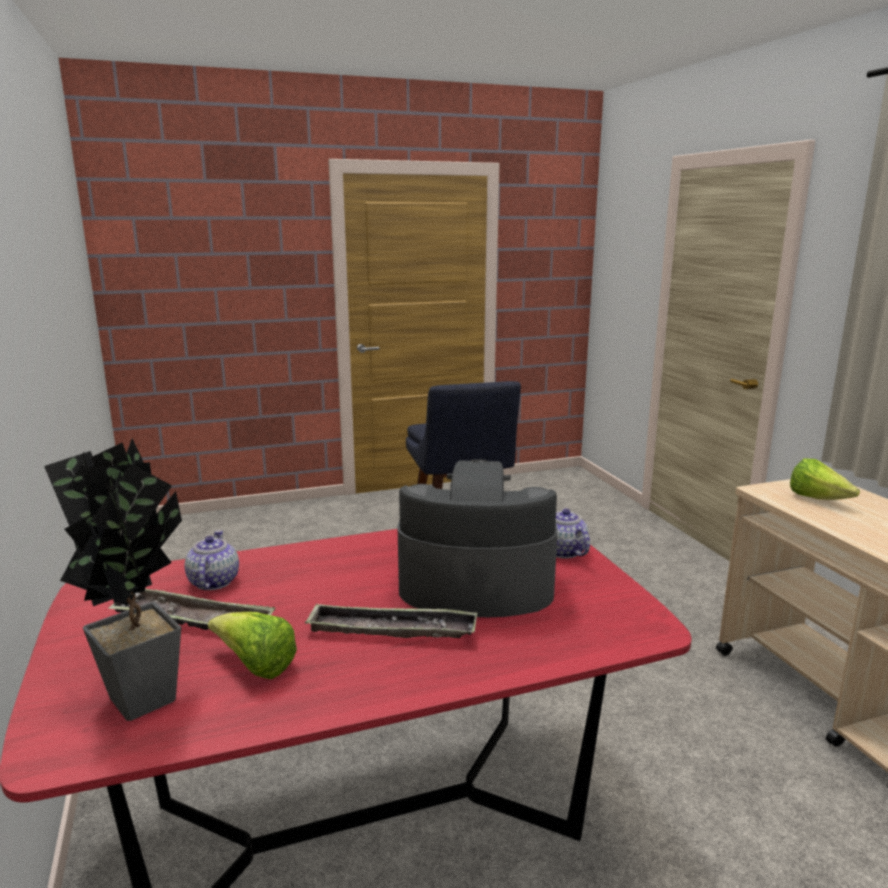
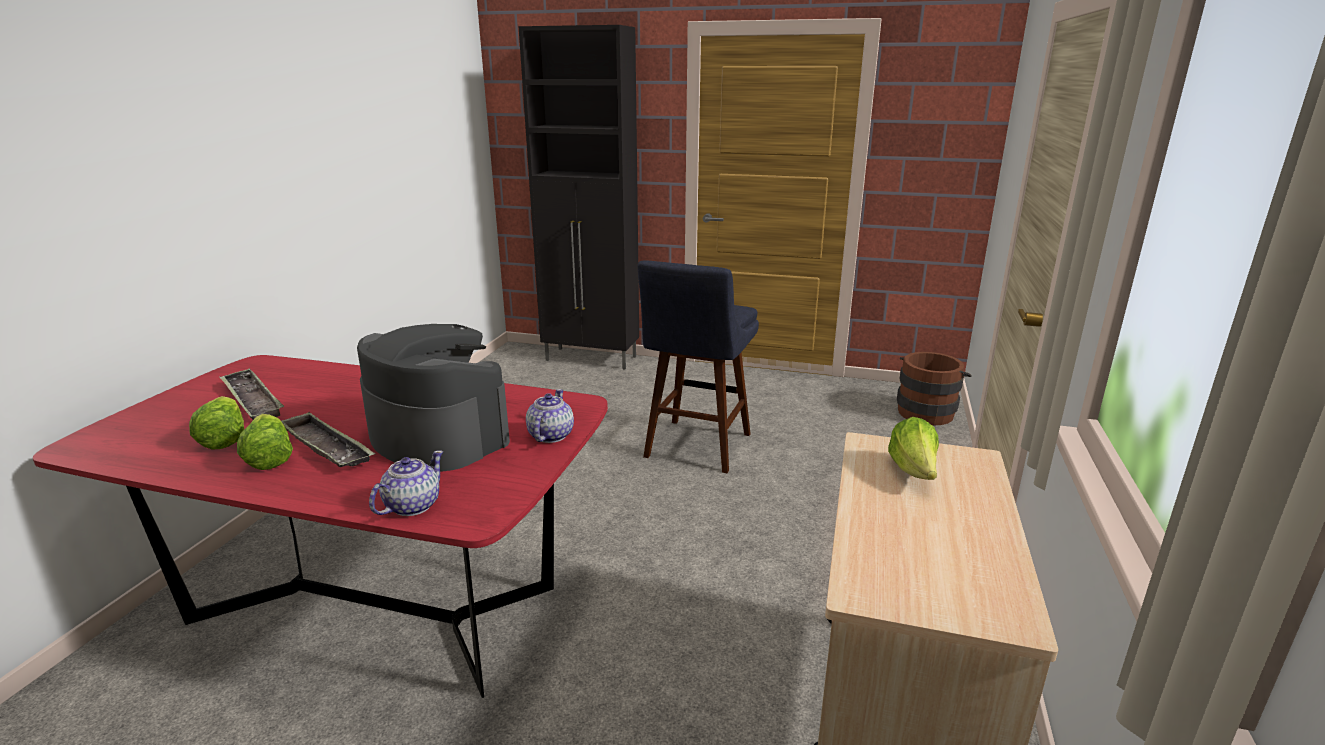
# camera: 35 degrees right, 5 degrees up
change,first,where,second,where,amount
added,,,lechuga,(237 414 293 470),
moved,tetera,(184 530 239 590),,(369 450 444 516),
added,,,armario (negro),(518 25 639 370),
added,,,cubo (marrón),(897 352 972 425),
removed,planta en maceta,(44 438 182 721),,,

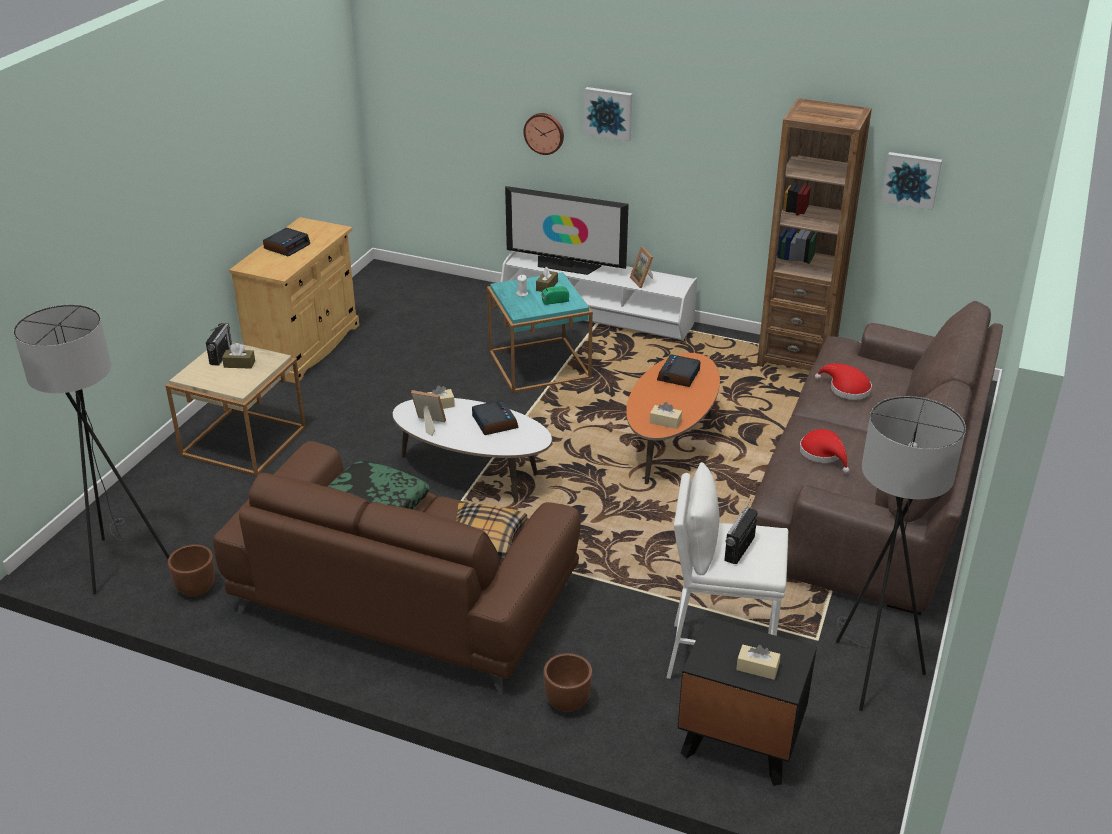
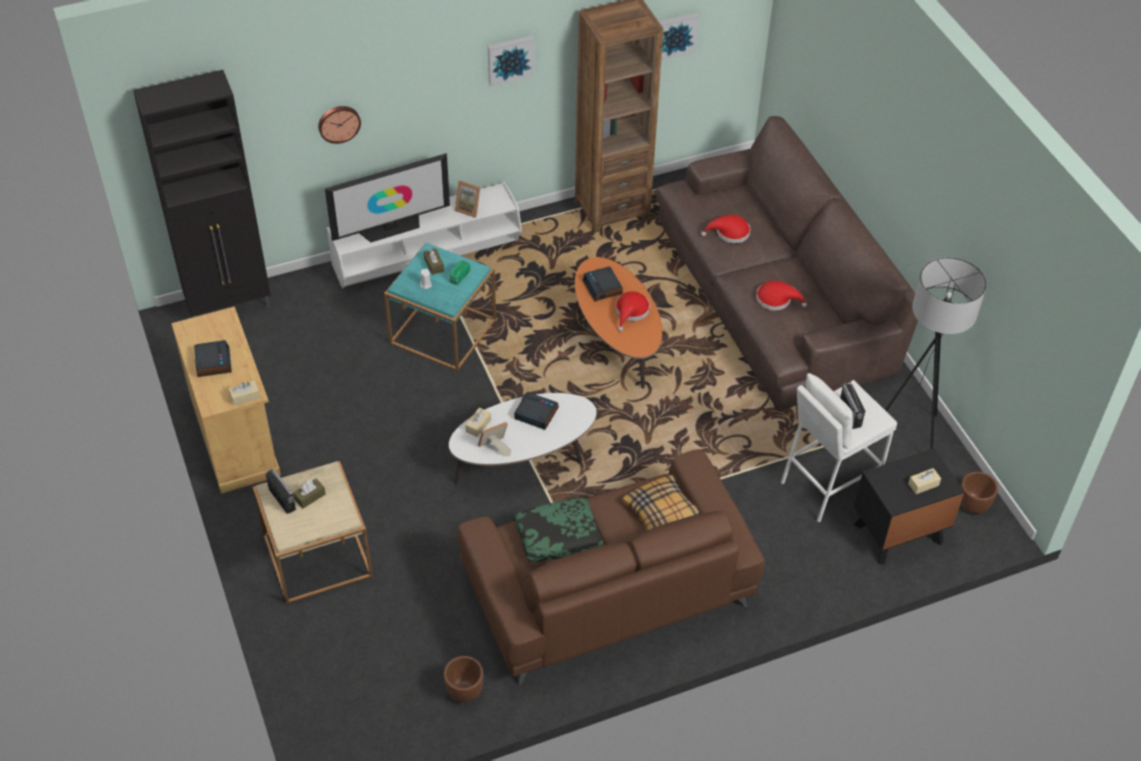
# camera: 45 degrees left, 15 degrees up
change,first,where,second,where,amount
added,,,armario (negro),(133 70 271 317),
moved,caja de pañuelos (beis),(650 402 682 429),,(228 381 260 406),
moved,cuadro,(584 87 632 142),,(488 35 534 87),
added,,,sombrero (rojo),(615 291 650 331),
moved,maceta (marrón),(543 653 592 712),,(961 472 998 514),
removed,lámpara de pie (gris),(13 304 169 595),,,

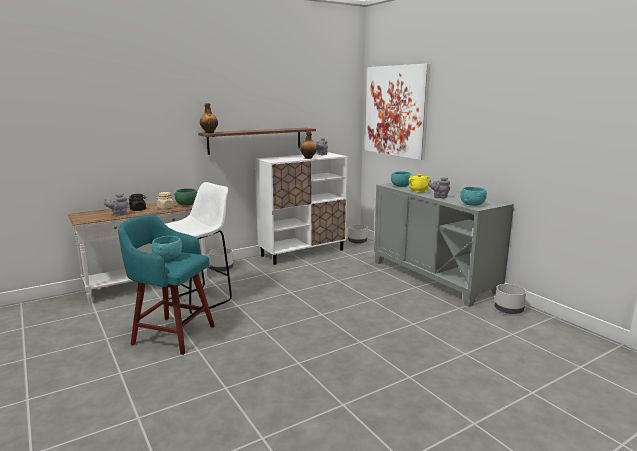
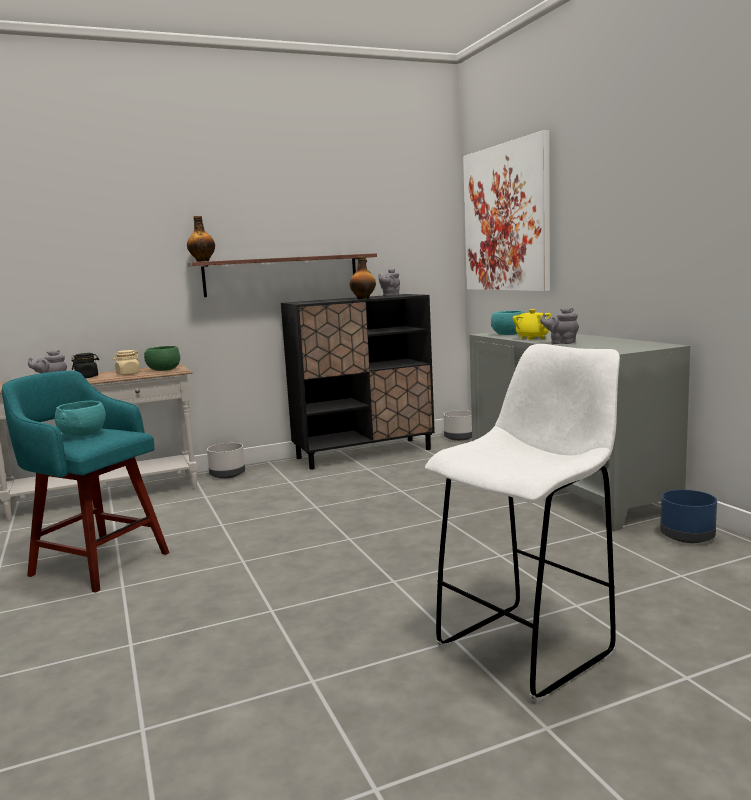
# camera: 10 degrees right, 5 degrees down
change,first,where,second,where,amount
recoloured,armario (blanco),(255 153 348 265),armario (negro),(281 294 435 470),
moved,taburete (blanco),(165 182 232 315),,(425 344 620 703),
recoloured,maceta (gris),(495 284 526 314),maceta (azul),(660 490 717 543),
removed,cuenco (turquesa),(460 187 487 206),,,

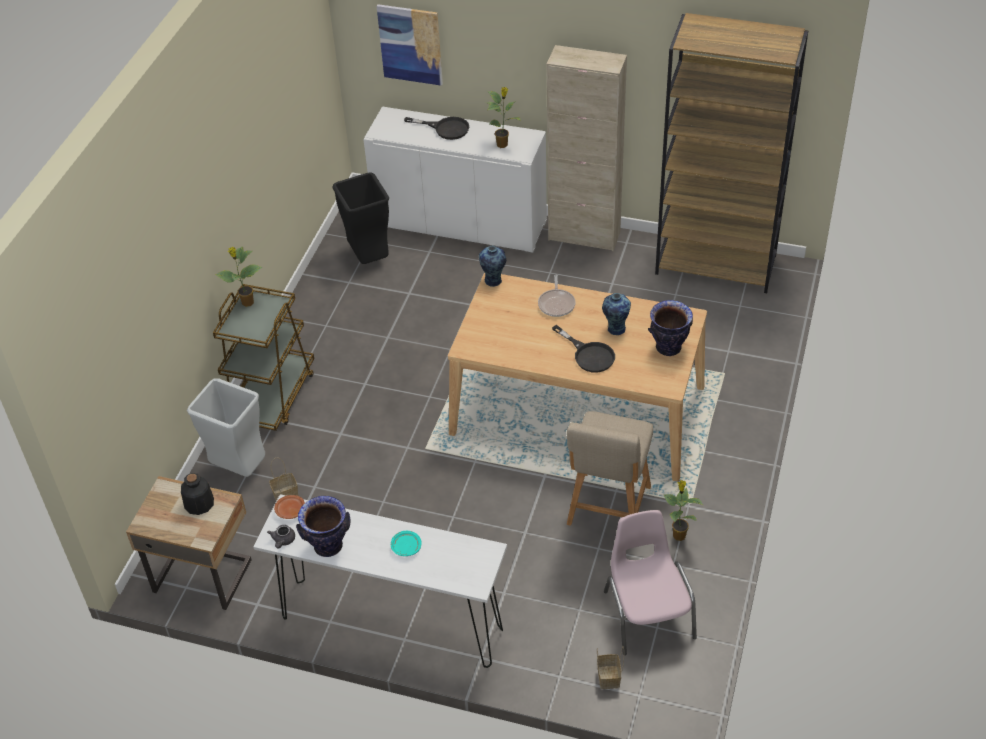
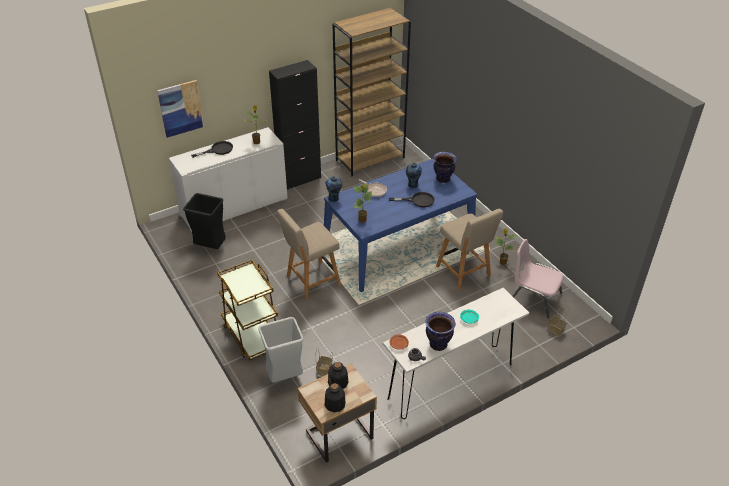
# camera: 50 degrees left, 5 degrees down
change,first,where,second,where,amount
recoloured,armario (beis),(547 45 627 251),armario (negro),(269 60 321 189),
added,,,silla (beis),(277 209 341 299),
recoloured,mesa de comedor (beis),(448 272 707 482),mesa de comedor (azul),(324 158 477 292),
added,,,botella,(325 383 346 412),
moved,planta en maceta,(215 247 262 307),,(354 183 372 223),

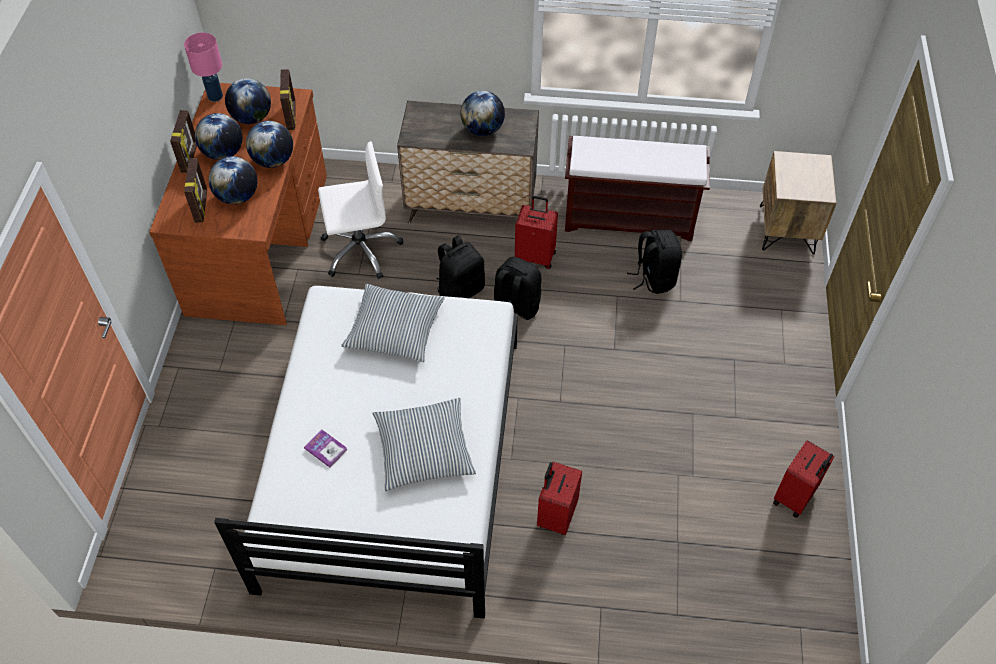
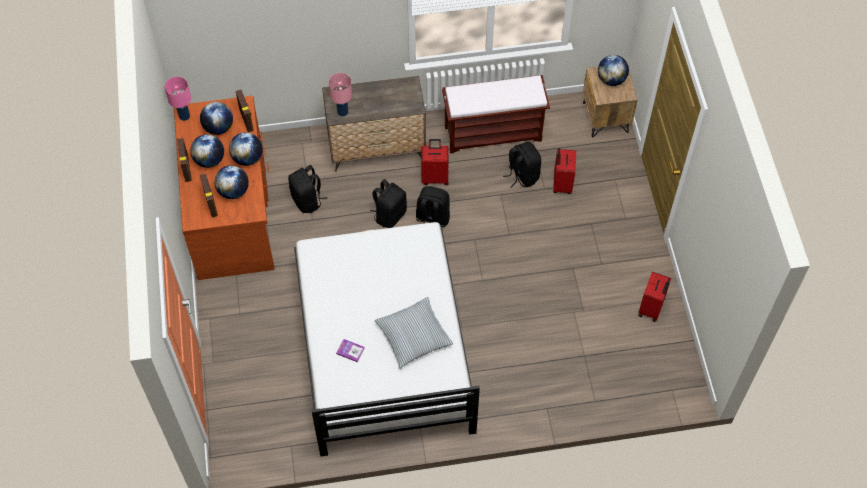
# camera: 15 degrees left, 5 degrees up
change,first,where,second,where,amount
replaced,silla de oficina (blanco),(318 141 403 279),mochila (negro),(288 165 328 213),
added,,,lámpara de mesa (rosa),(328 73 352 117),
moved,maleta (rojo),(537 462 582 535),,(553 148 576 194),
moved,globo terráqueo,(460 91 505 136),,(598 55 629 86),
removed,cojín,(341 284 445 362),,,

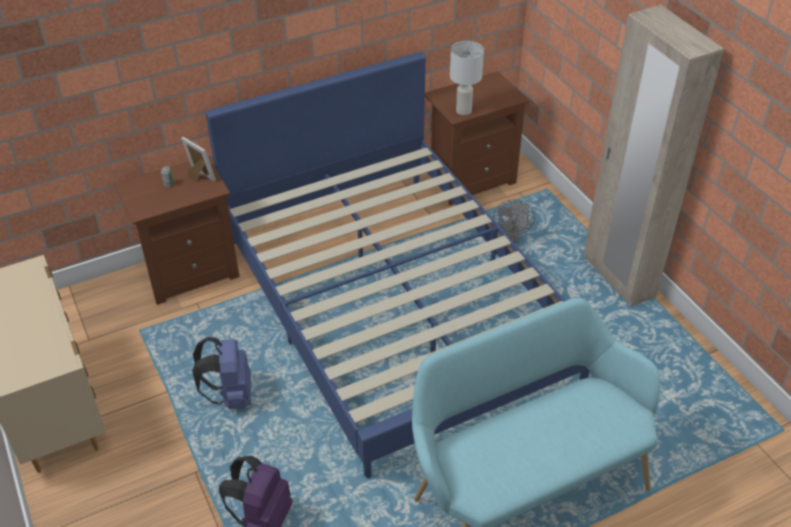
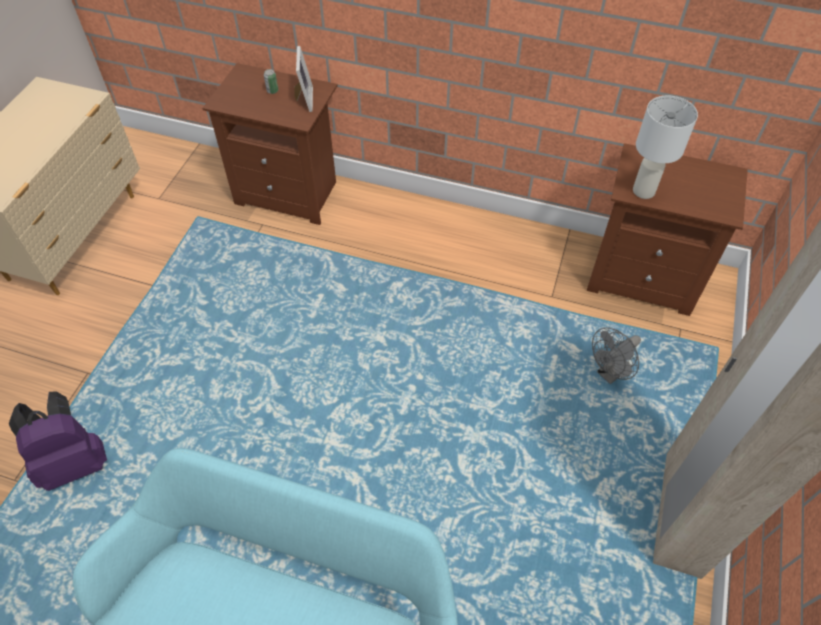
# camera: 45 degrees right, 10 degrees up
change,first,where,second,where,amount
removed,mochila (azul),(192 337 251 409),,,
removed,cama (azul),(205 52 590 478),,,

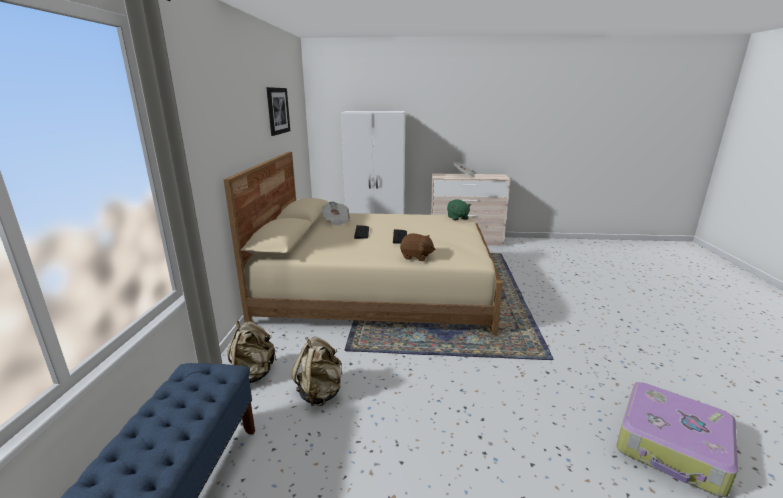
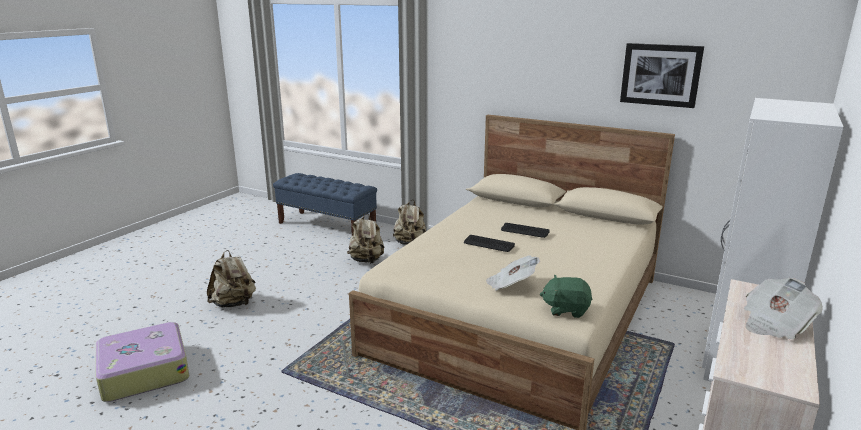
# camera: 115 degrees right, 0 degrees up
change,first,where,second,where,amount
added,,,mochila (beis),(207 250 256 308),
moved,periódico,(322 202 350 226),,(486 255 540 291),
removed,peluche (marrón),(400 234 435 261),,,

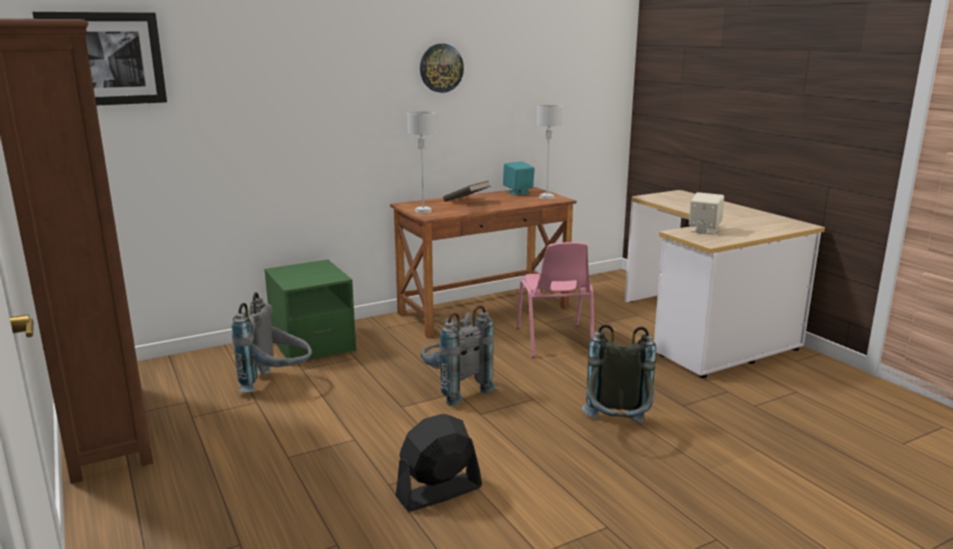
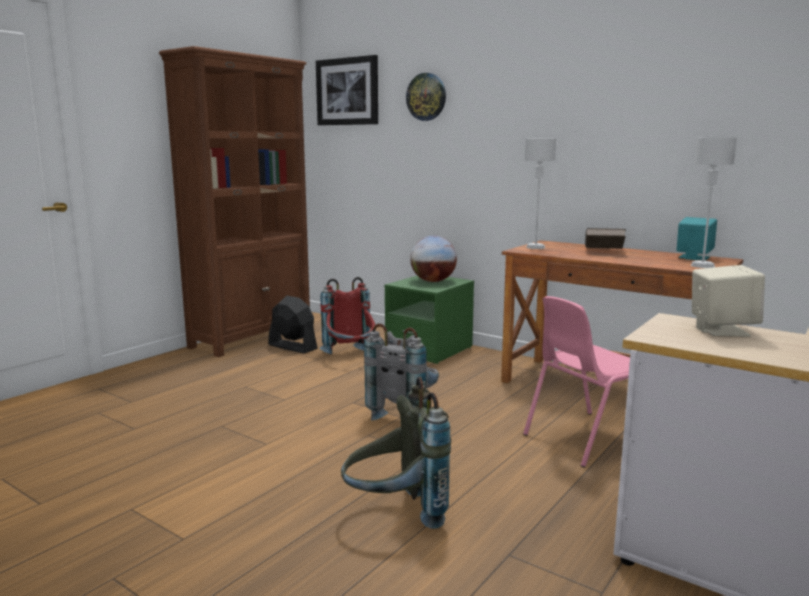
# camera: 65 degrees right, 5 degrees down
change,first,where,second,where,amount
moved,ventilador (negro),(396 414 482 511),,(268 296 317 354),
recoloured,mochila (gris),(232 292 312 392),mochila (rojo),(320 277 375 354),
moved,reloj de pared,(420 44 464 93),,(406 73 446 121),
added,,,globo terráqueo,(410 236 457 282),

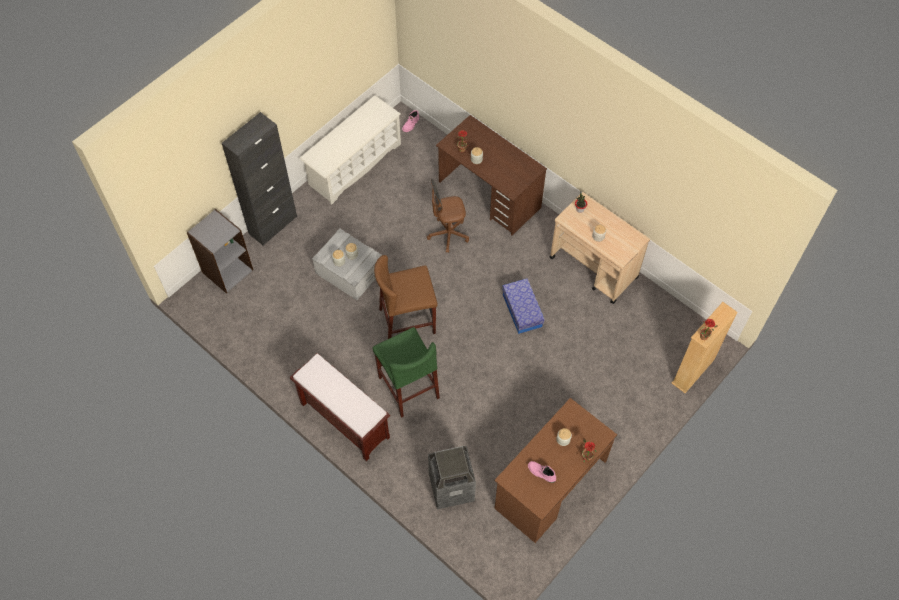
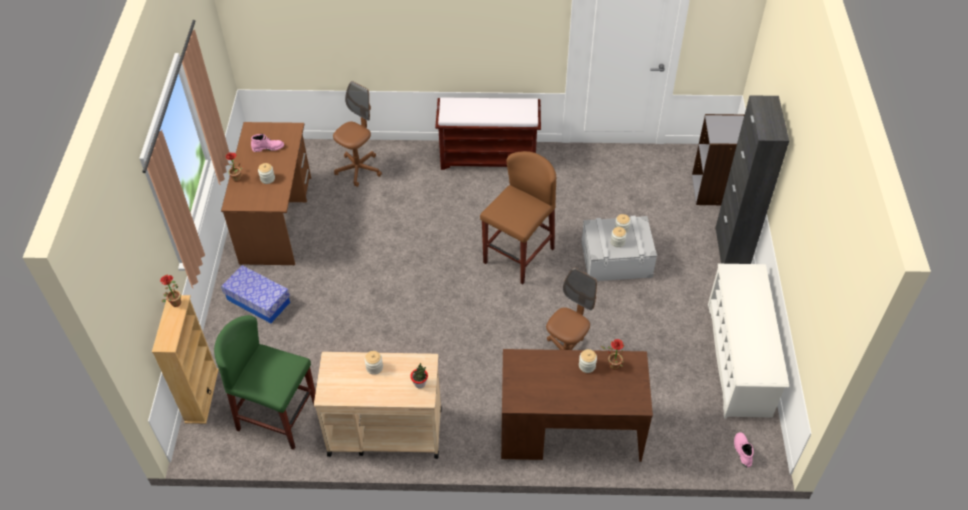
# camera: 140 degrees right, 10 degrees down
change,first,where,second,where,amount
moved,taburete (verde),(372 327 440 418),,(214 315 316 450),
moved,caja de almacenaje,(502 279 544 334),,(221 265 290 323),
replaced,papelera,(428 446 476 510),silla de oficina (marrón),(333 81 382 187),

